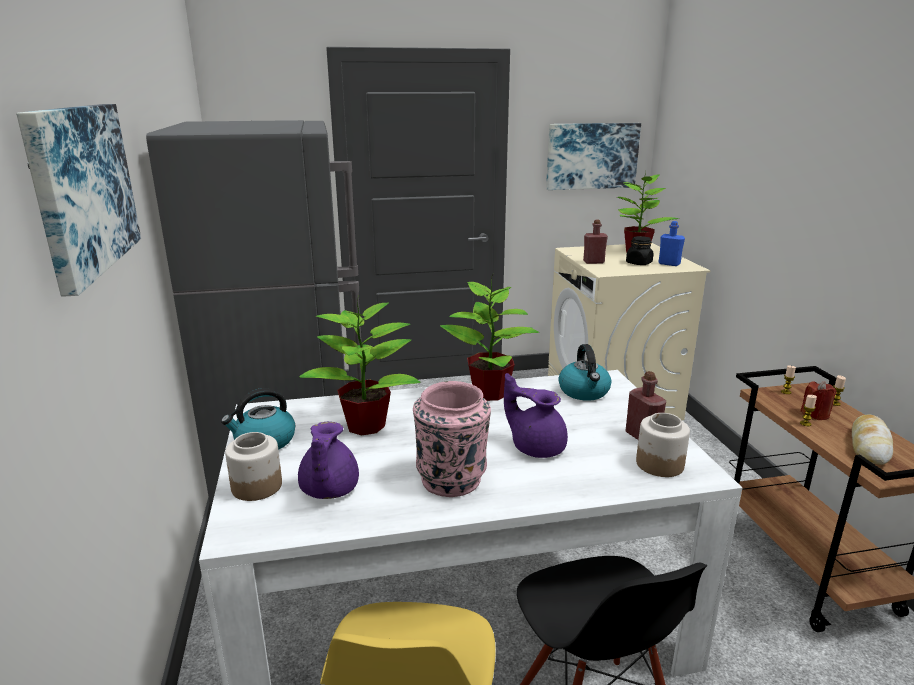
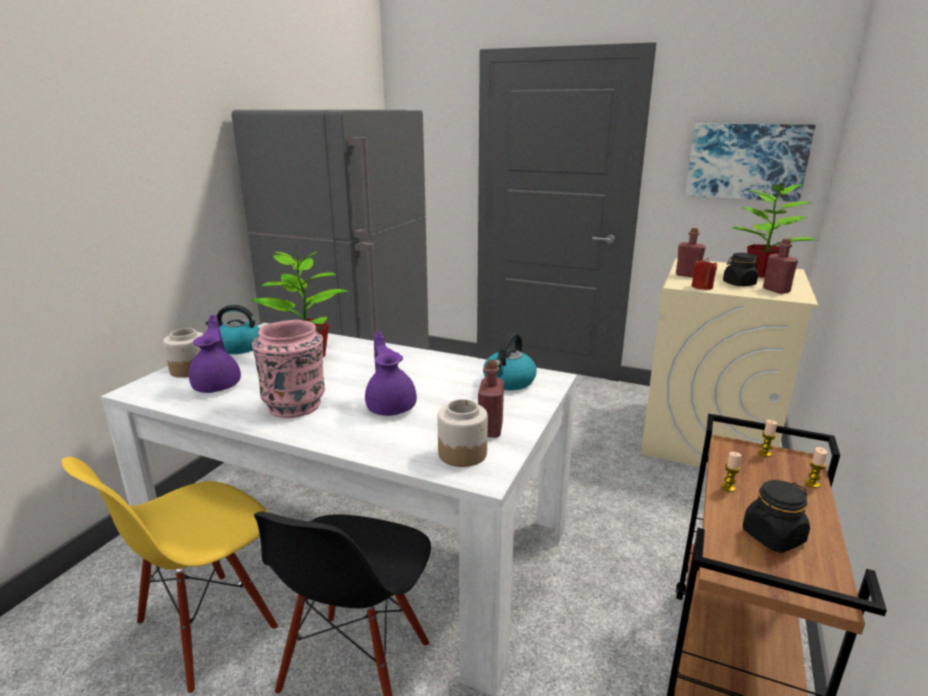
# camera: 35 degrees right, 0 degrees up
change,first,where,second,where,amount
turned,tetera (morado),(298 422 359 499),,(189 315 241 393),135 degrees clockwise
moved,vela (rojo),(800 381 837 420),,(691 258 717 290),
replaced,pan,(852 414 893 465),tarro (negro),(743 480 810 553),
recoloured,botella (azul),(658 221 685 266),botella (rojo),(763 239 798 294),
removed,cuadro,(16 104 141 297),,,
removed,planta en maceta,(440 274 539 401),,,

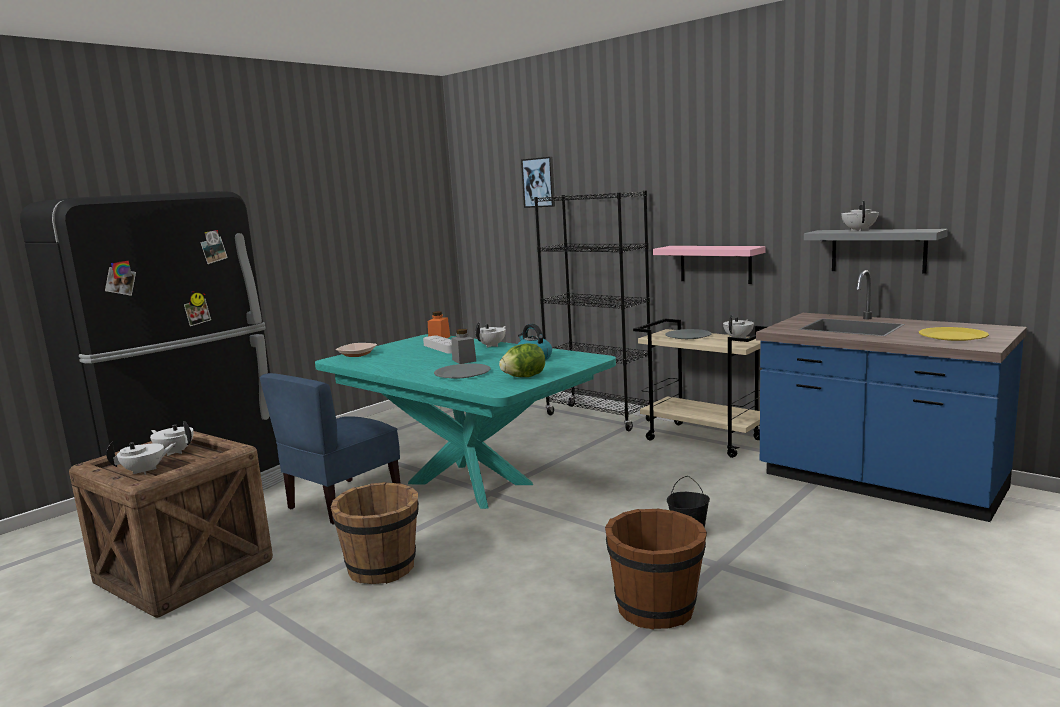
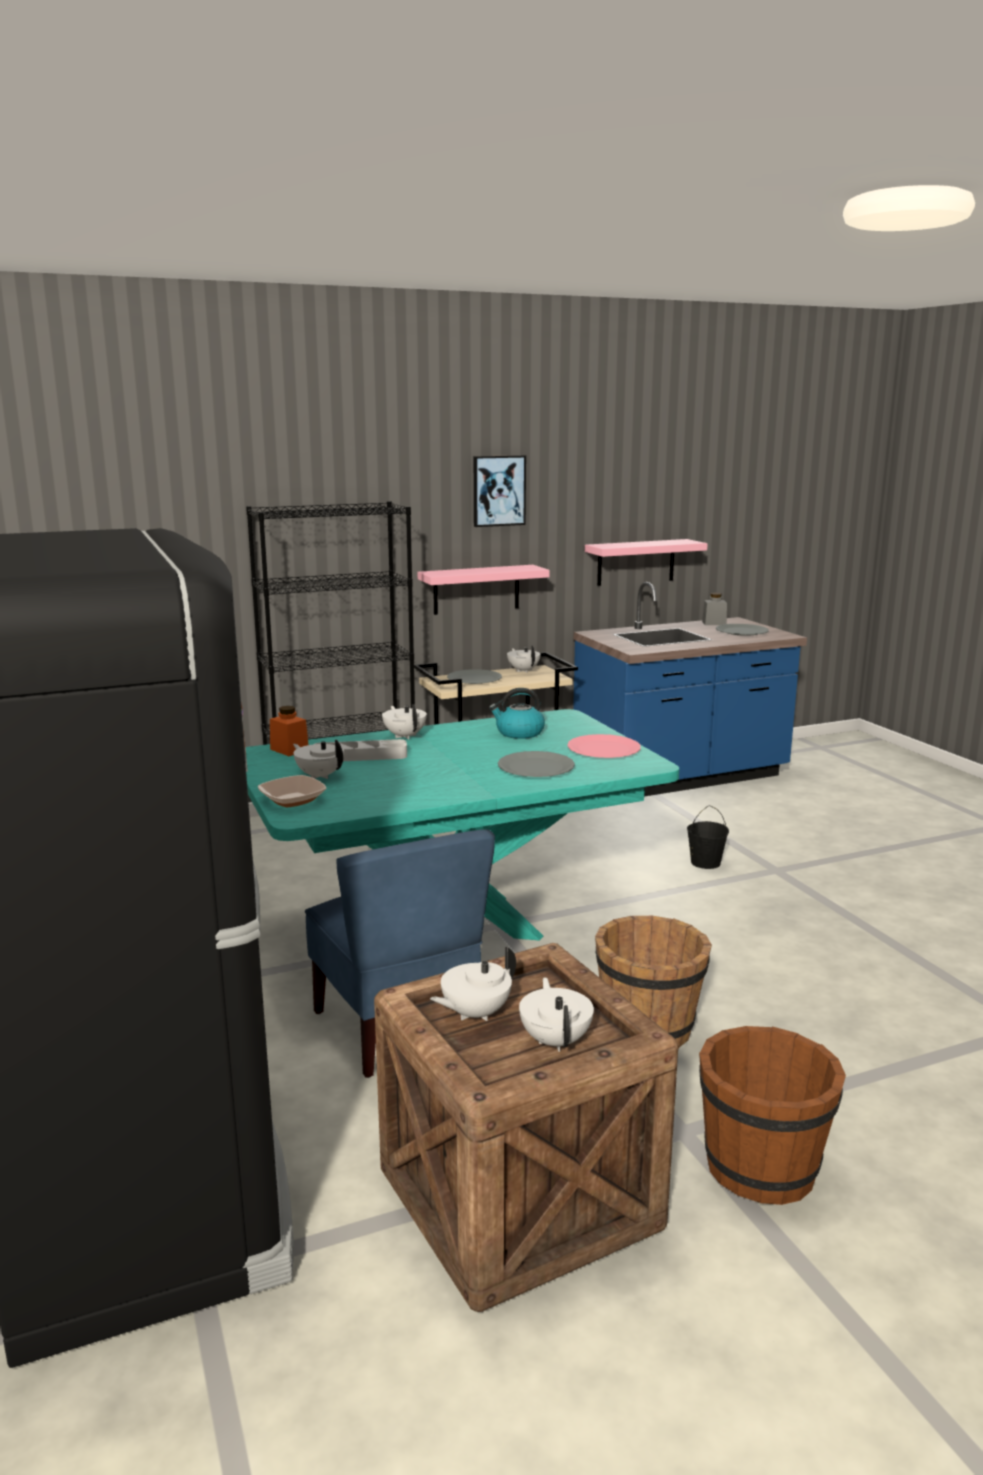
# camera: 65 degrees left, 5 degrees up
change,first,where,second,where,amount
moved,tetera (blanco),(841 201 879 231),,(293 740 344 779),
moved,cuadro,(521 157 555 208),,(474 455 526 527),
replaced,lechuga,(499 343 545 377),plato (rosa),(568 734 641 758),
recoloured,estante (gris),(804 229 948 274),estante (rosa),(585 539 708 586),
moved,cubo (marrón),(605 508 707 630),,(699 1026 846 1205),
moved,tarro (gris),(451 329 477 364),,(702 593 727 625),
recoloured,plato (amarillo),(919 327 989 341),plato (gris),(716 624 769 636),

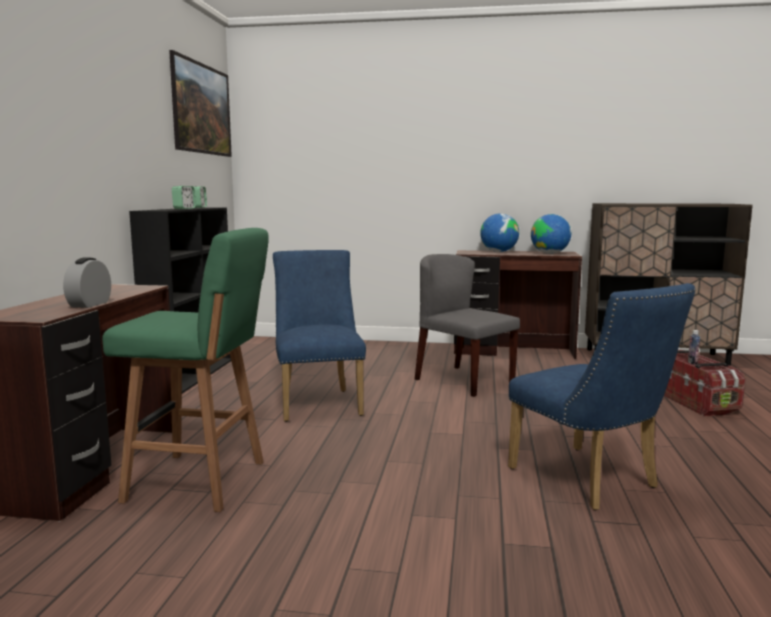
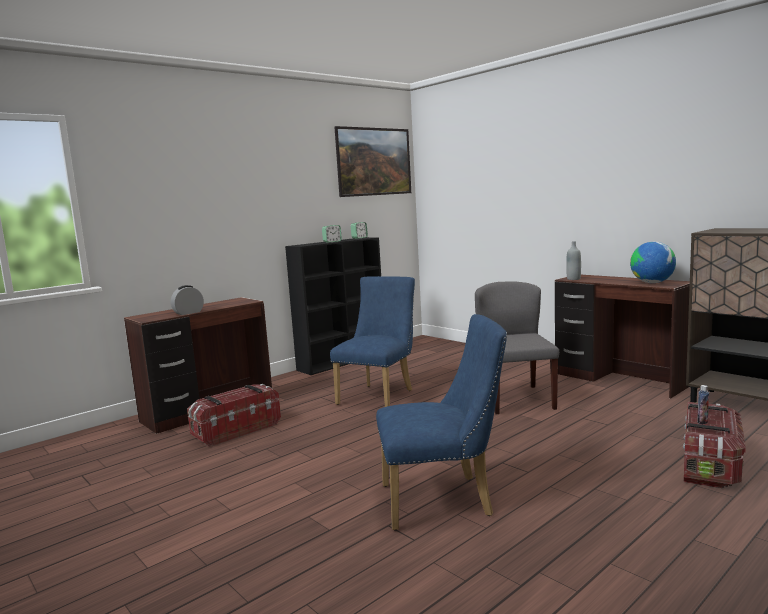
# camera: 40 degrees right, 0 degrees up
change,first,where,second,where,amount
replaced,taburete (verde),(102 228 269 512),caja de almacenaje,(187 384 281 447),
turned,silla (azul),(508 283 696 510),,(376 314 507 530),105 degrees counterclockwise
added,,,botella (gris),(566 241 581 280),
removed,globo terráqueo,(480 213 519 252),,,

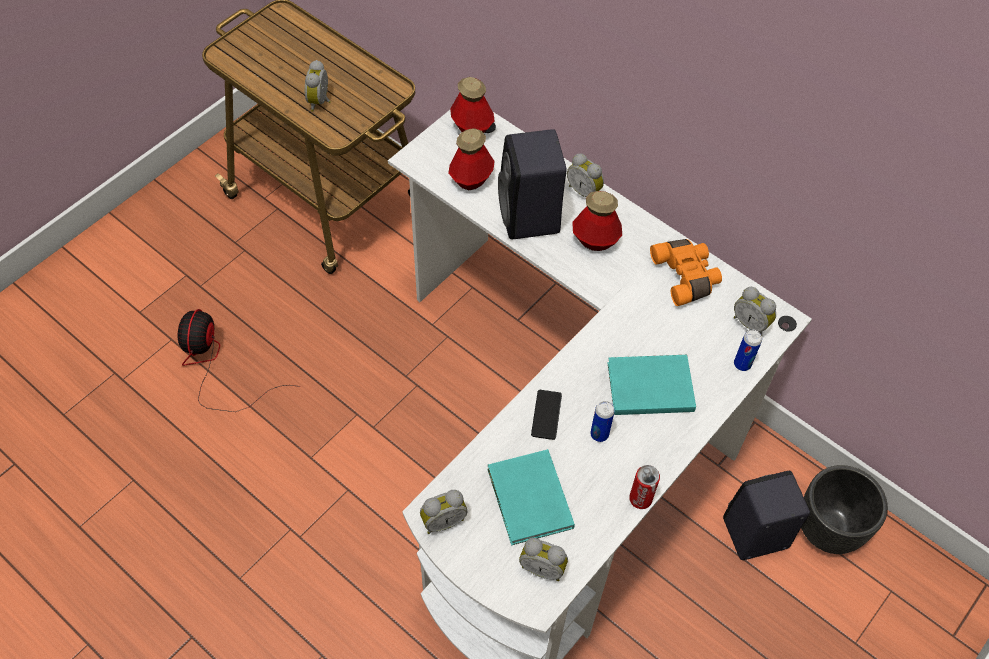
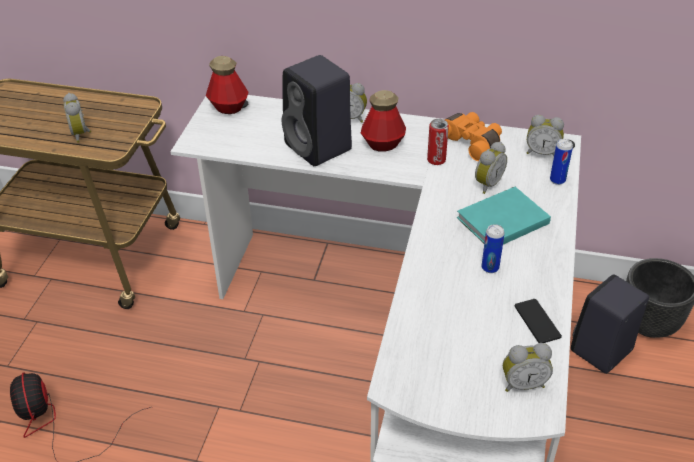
# camera: 25 degrees left, 15 degrees down
change,first,where,second,where,amount
moved,lata,(629 465 660 509),,(427 119 449 165),
moved,despertador,(420 490 468 534),,(475 142 507 194),
moved,móvil,(531 390 562 440),,(514 299 562 343),
removed,botella,(448 128 495 190),,,
removed,libro (turquesa),(487 449 575 545),,,

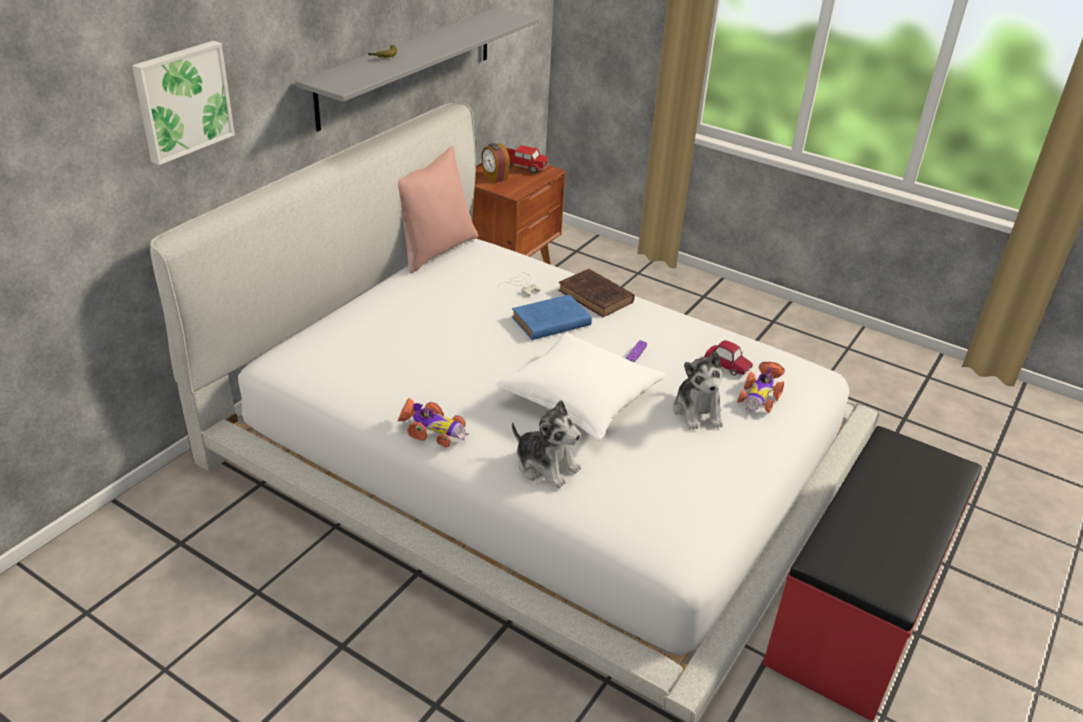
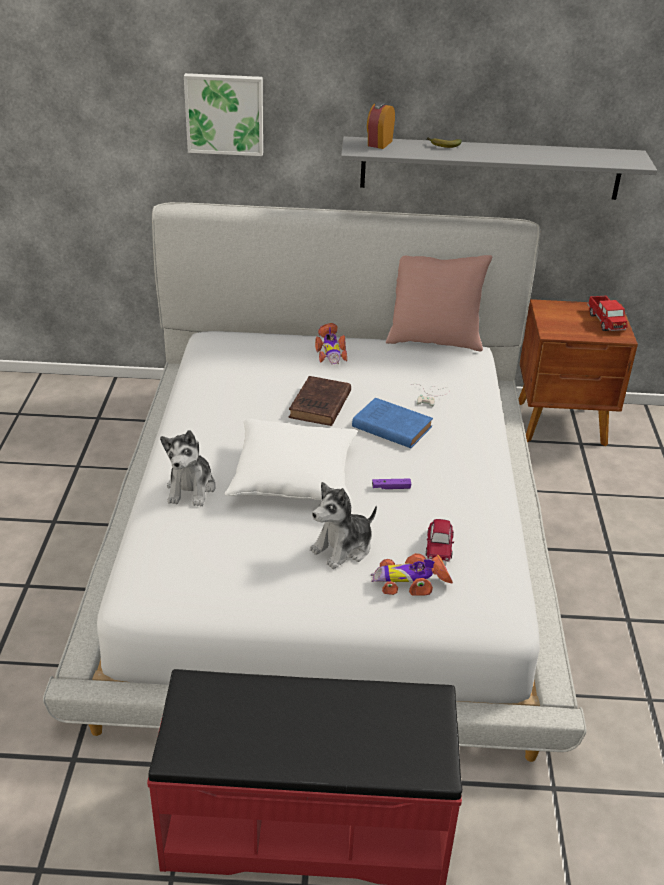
# camera: 60 degrees right, 0 degrees up
change,first,where,second,where,amount
moved,libro (marrón),(558 269 635 317),,(289 376 351 426),
moved,coche de juguete,(398 398 469 447),,(315 323 347 365),
moved,despertador,(481 143 510 183),,(367 102 395 149),

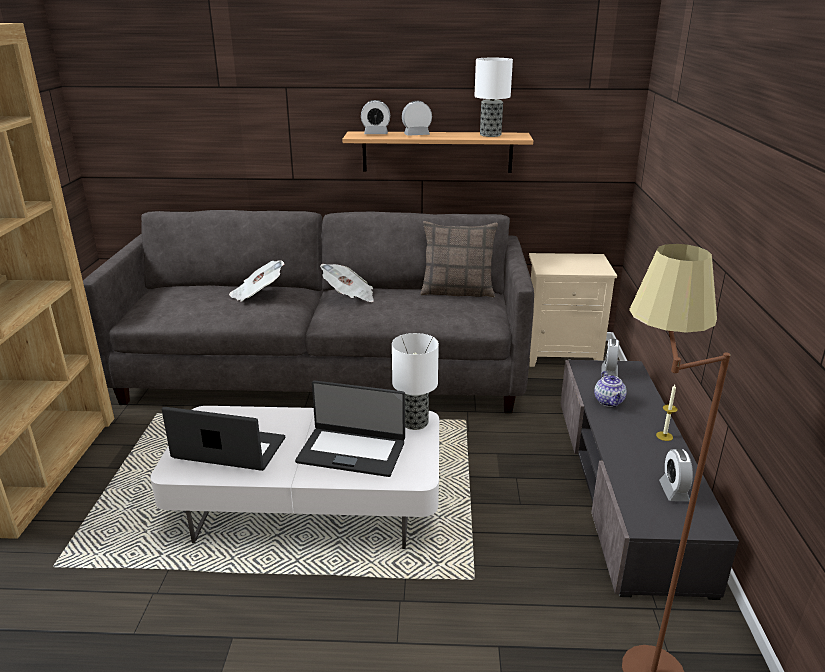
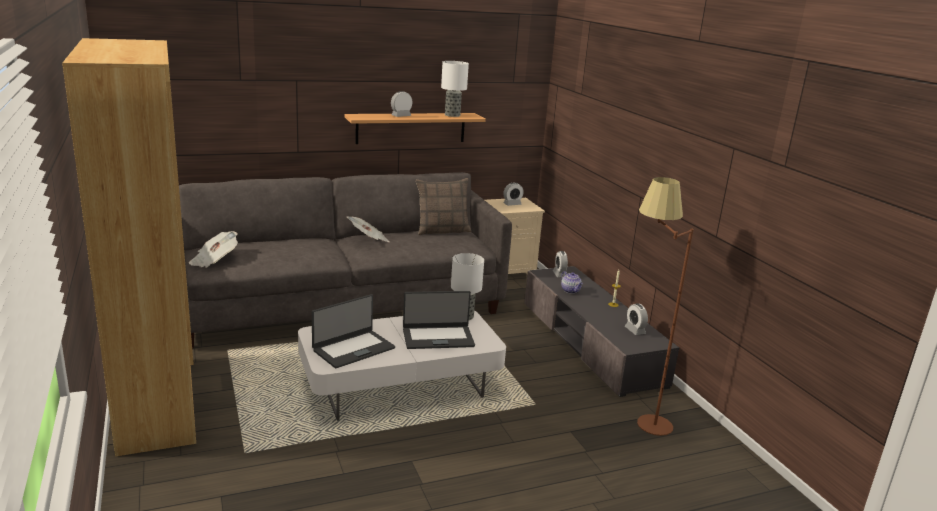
# camera: 25 degrees left, 5 degrees down
change,first,where,second,where,amount
moved,periódico,(229 260 284 302),,(189 231 238 268),
turned,portátil,(162 407 285 471),,(312 294 395 368),150 degrees clockwise
moved,despertador,(361 100 390 134),,(503 182 524 206),

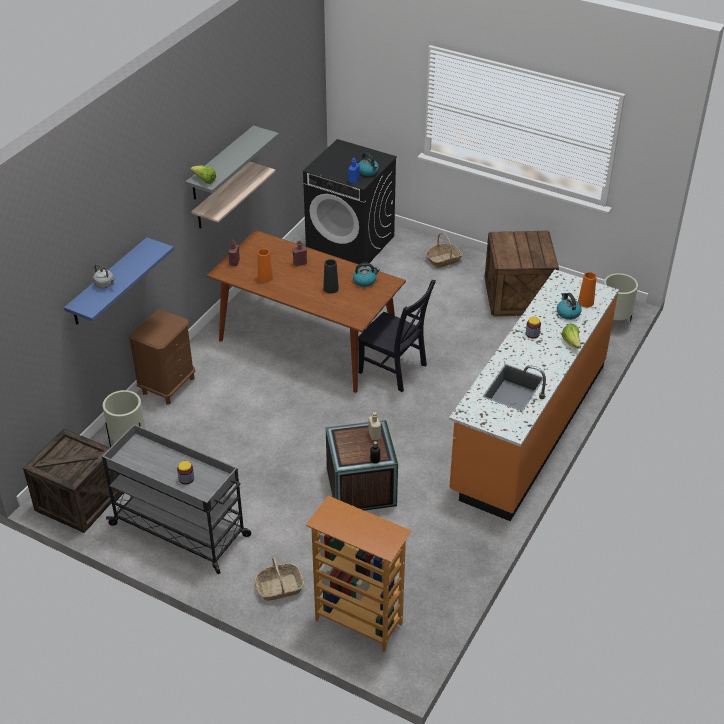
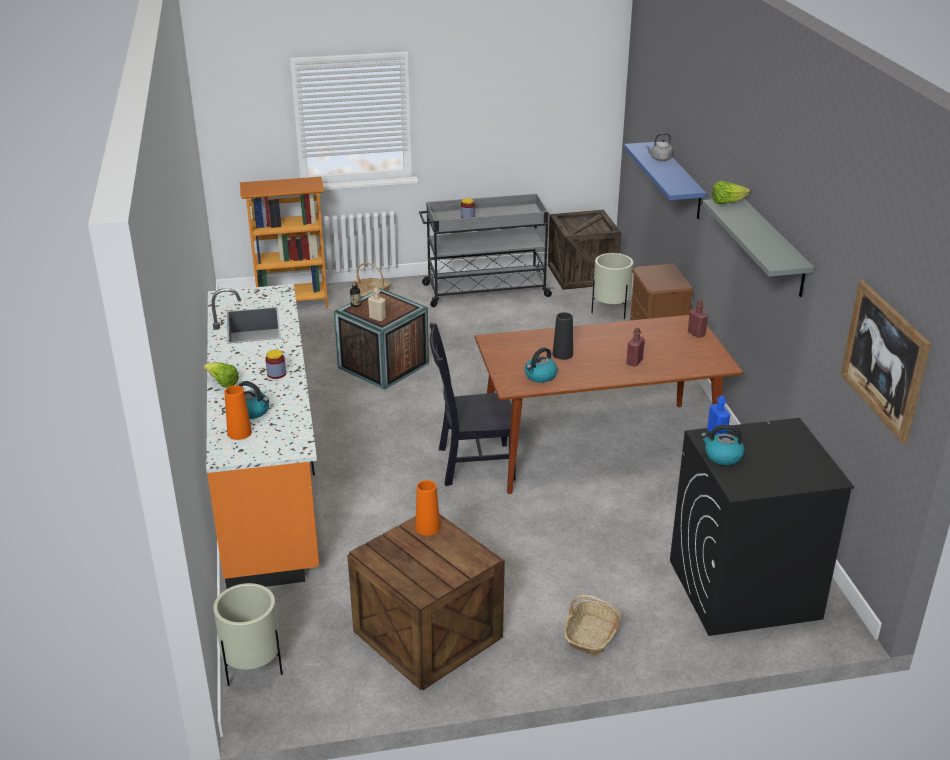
# camera: 140 degrees right, 10 degrees down
change,first,where,second,where,amount
moved,florero (naranja),(258 249 273 283),,(415 480 440 536),
added,,,cuadro,(841 280 931 444),
removed,estante,(191 162 275 229),,,

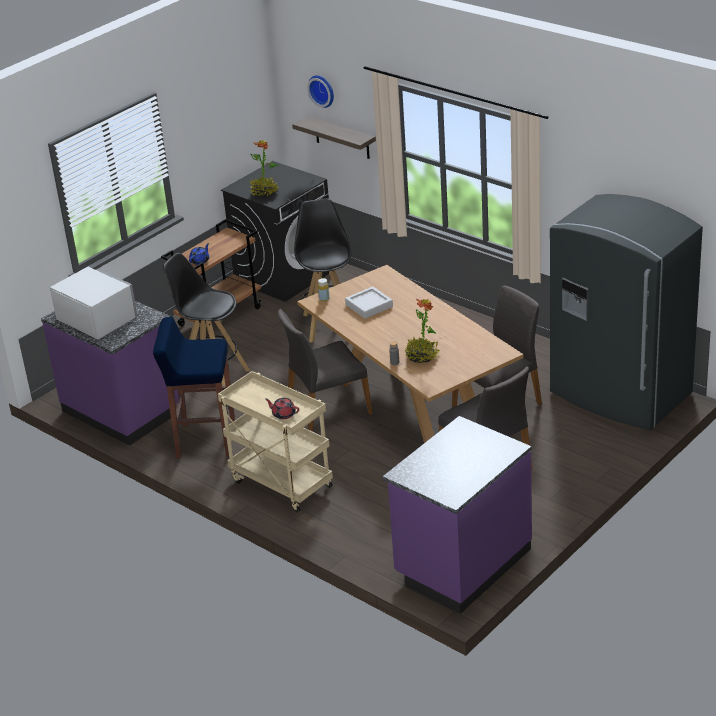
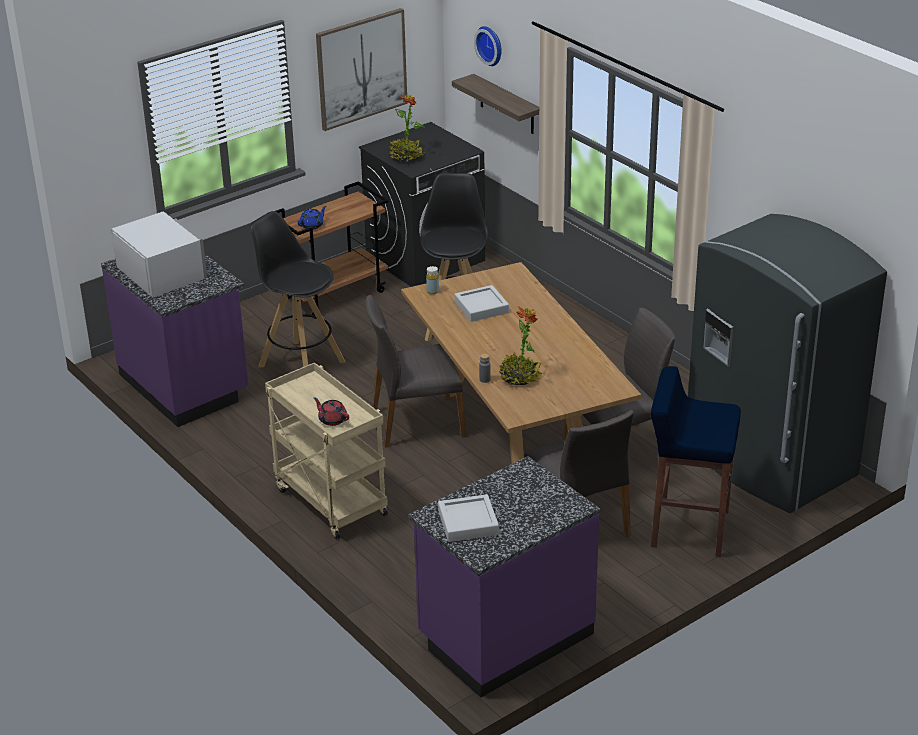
# camera: 10 degrees right, 0 degrees up
change,first,where,second,where,amount
added,,,cuadro,(316 8 408 131),
added,,,bandeja (gris),(438 494 499 542),
moved,taburete (azul),(153 317 235 458),,(651 366 741 556),

